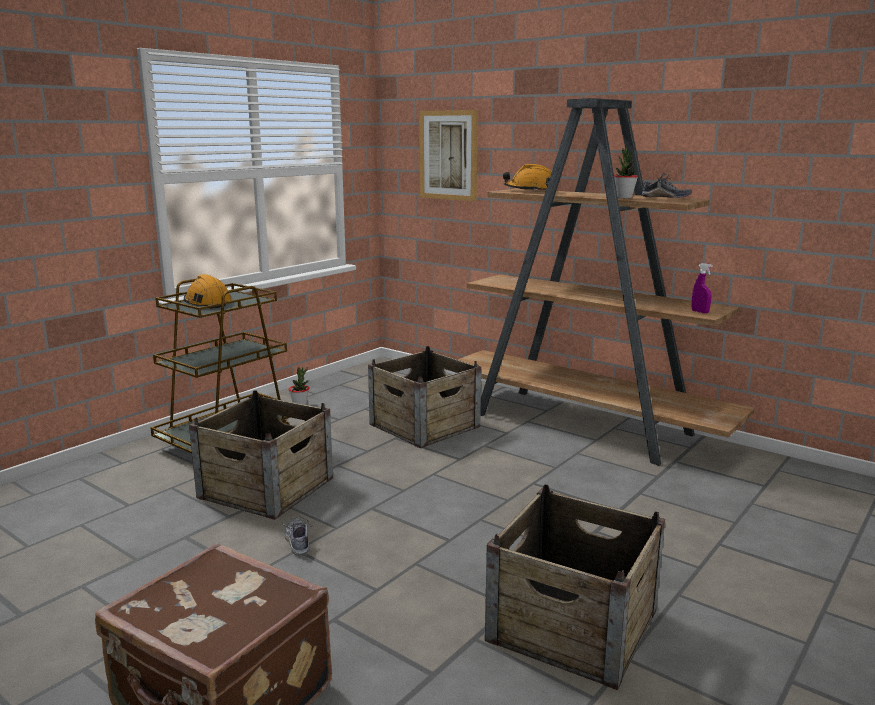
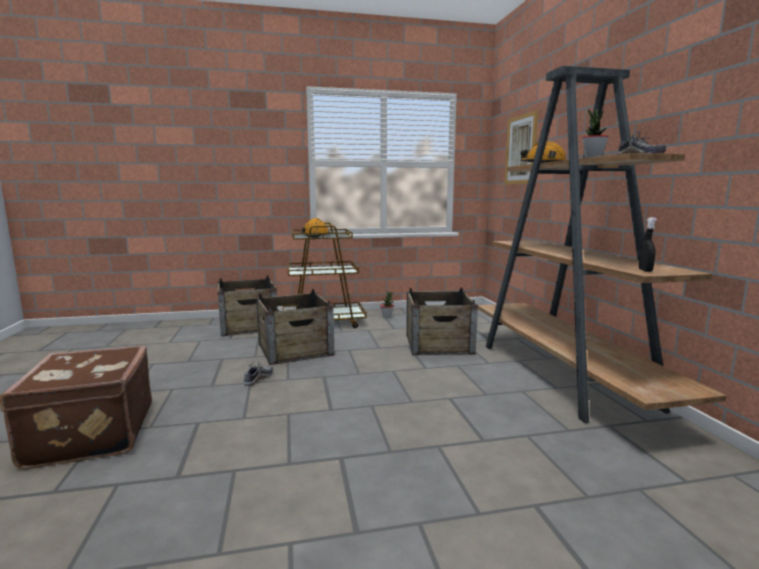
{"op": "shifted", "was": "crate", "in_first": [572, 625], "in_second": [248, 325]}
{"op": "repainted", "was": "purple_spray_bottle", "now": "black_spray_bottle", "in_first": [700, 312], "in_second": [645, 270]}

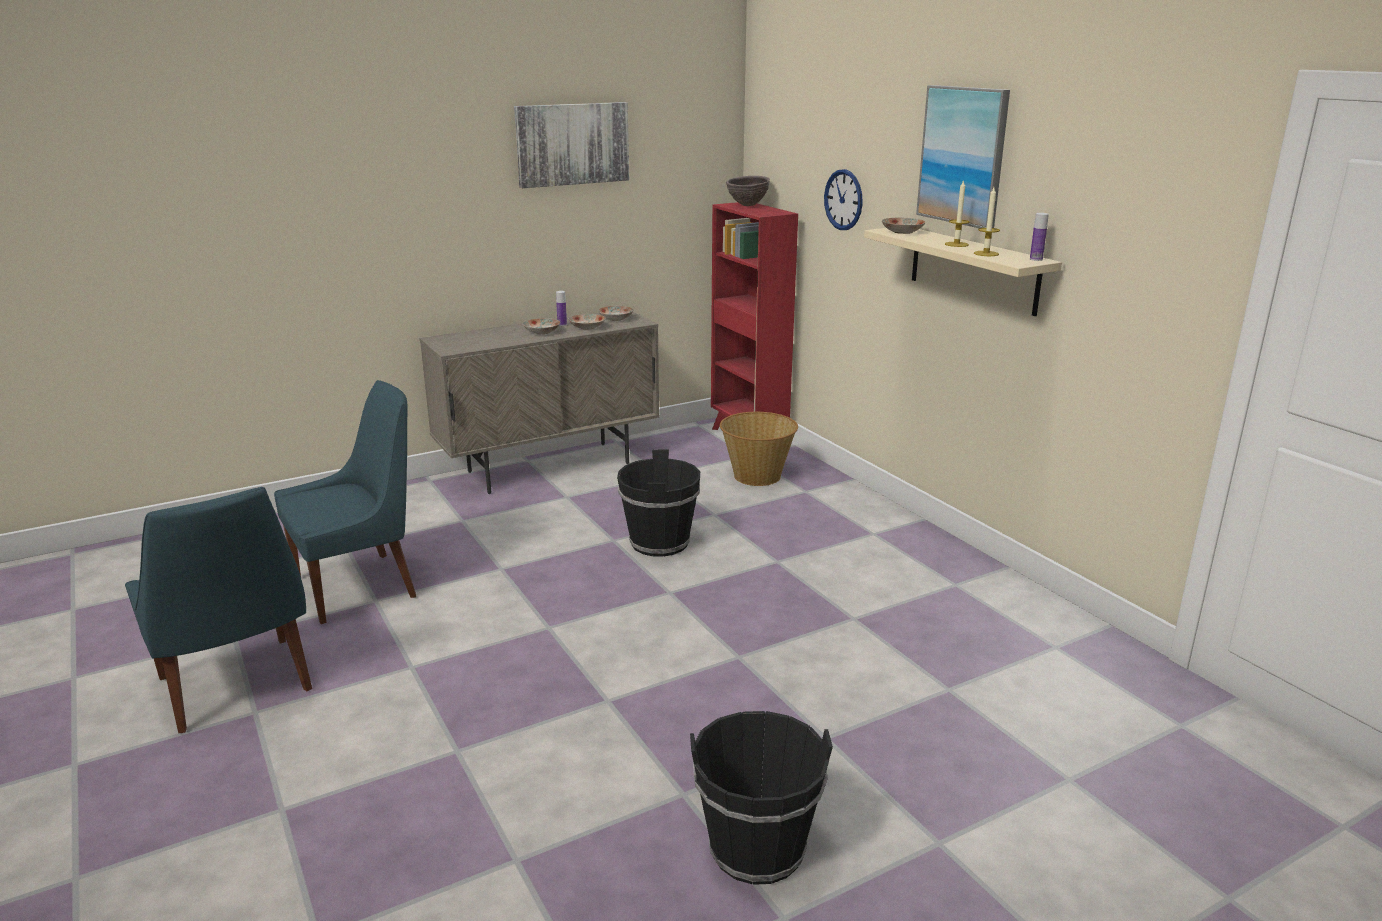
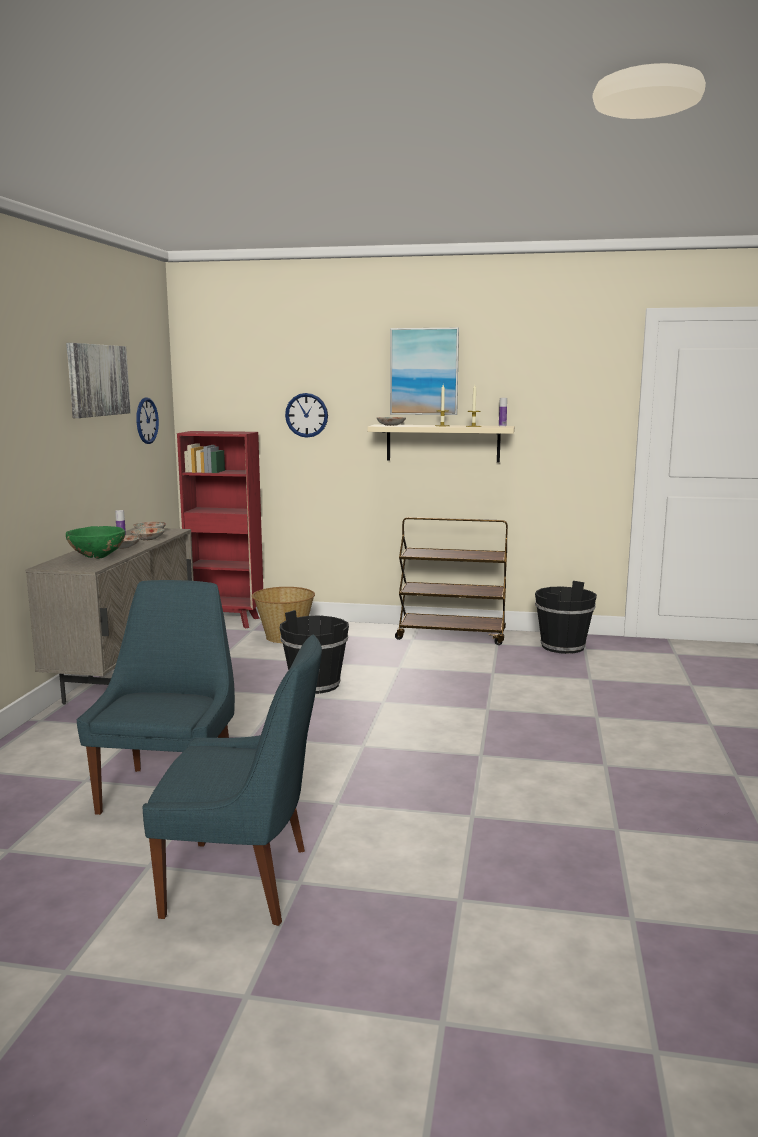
{"op": "new", "now": "green_bowl", "in_second": [97, 557]}
{"op": "new", "now": "wall_clock", "in_second": [146, 420]}
{"op": "new", "now": "brown_cart", "in_second": [452, 635]}
{"op": "shifted", "was": "black_bucket", "in_first": [756, 850], "in_second": [563, 647]}
{"op": "gone", "was": "brown_bowl", "in_first": [747, 205]}

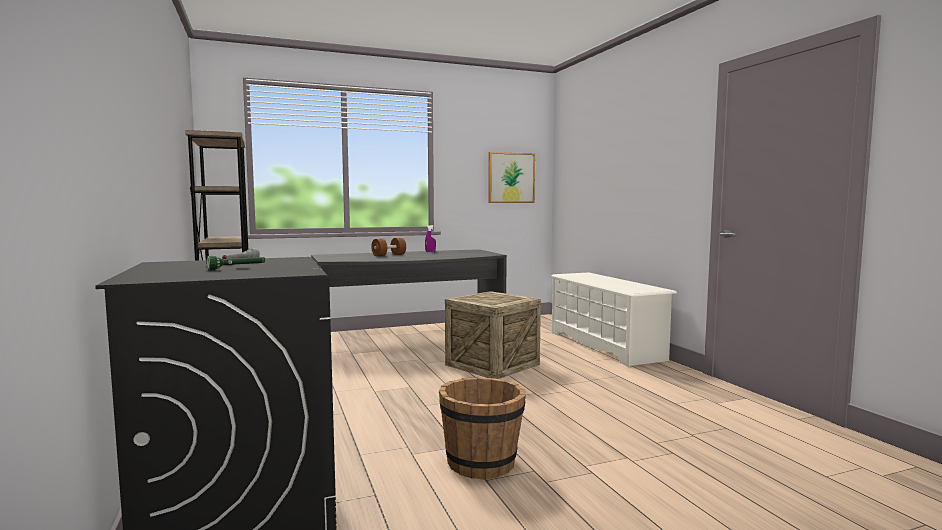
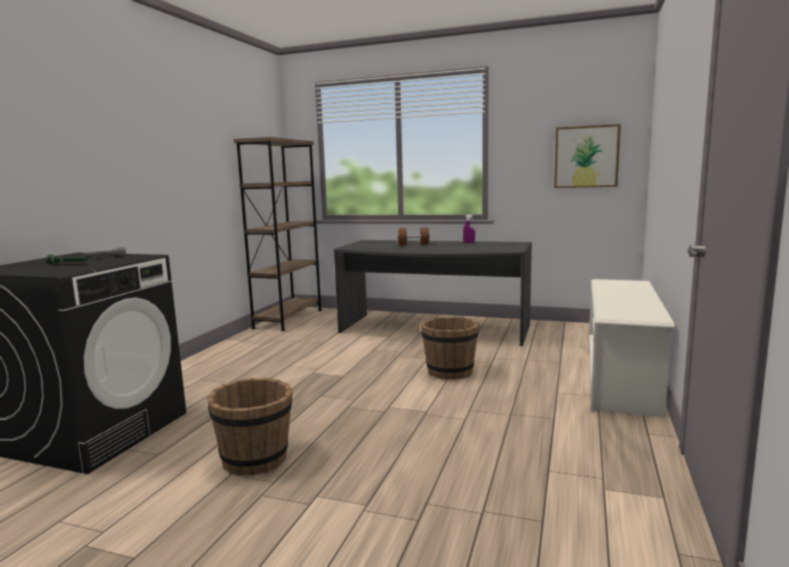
{"op": "swapped", "was": "crate", "now": "brown_bucket", "in_first": [492, 365], "in_second": [450, 372]}

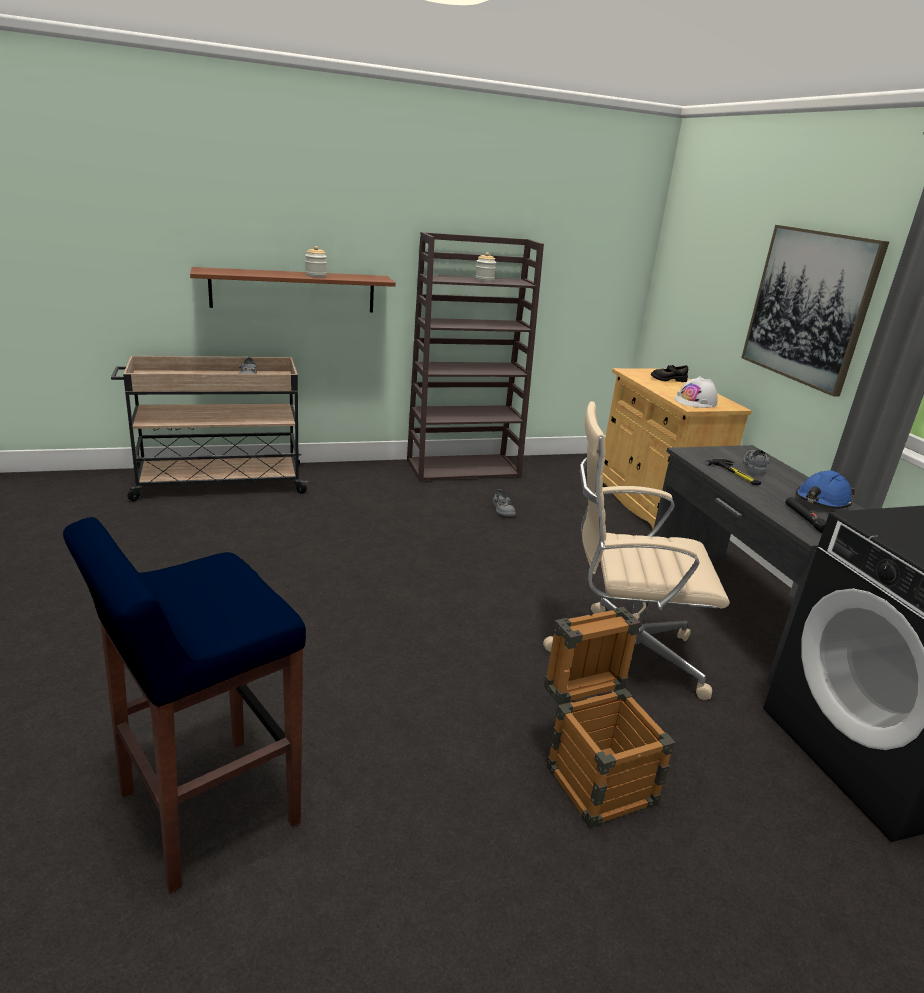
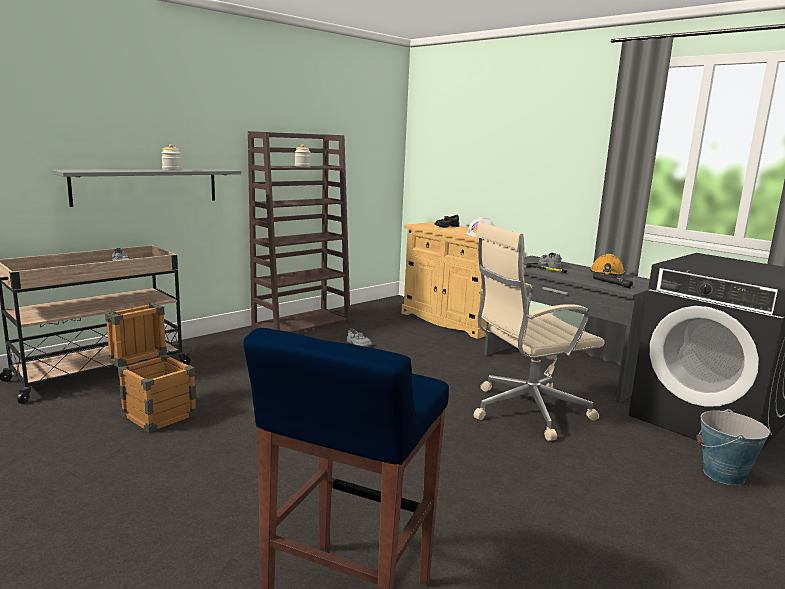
{"op": "repainted", "was": "brown_shelf", "now": "grey_shelf", "in_first": [293, 290], "in_second": [146, 186]}
{"op": "shifted", "was": "crate", "in_first": [593, 774], "in_second": [155, 412]}
{"op": "repainted", "was": "blue_hard_hat", "now": "orange_hard_hat", "in_first": [821, 501], "in_second": [606, 275]}
{"op": "new", "now": "bucket", "in_second": [723, 474]}
{"op": "gone", "was": "picture", "in_first": [809, 307]}

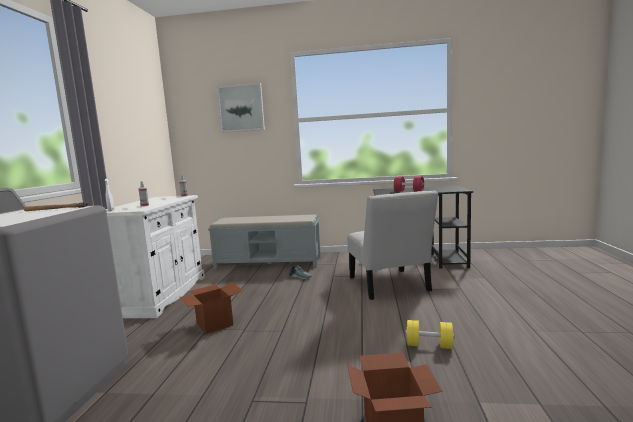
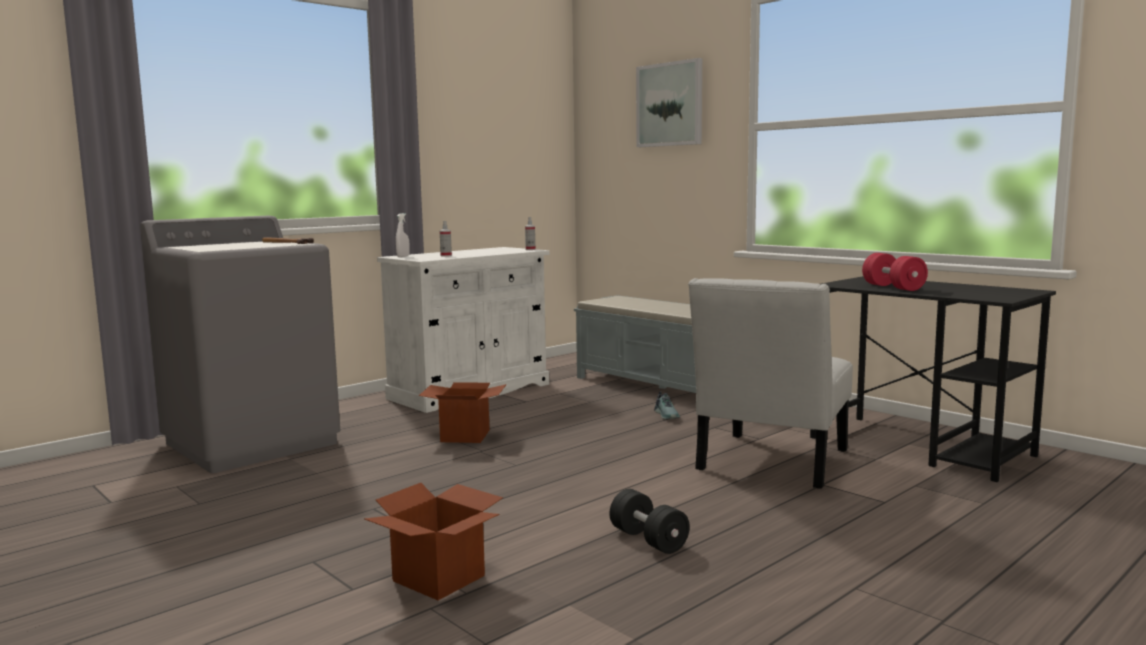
{"op": "repainted", "was": "yellow_dumbbell", "now": "black_dumbbell", "in_first": [429, 345], "in_second": [648, 540]}

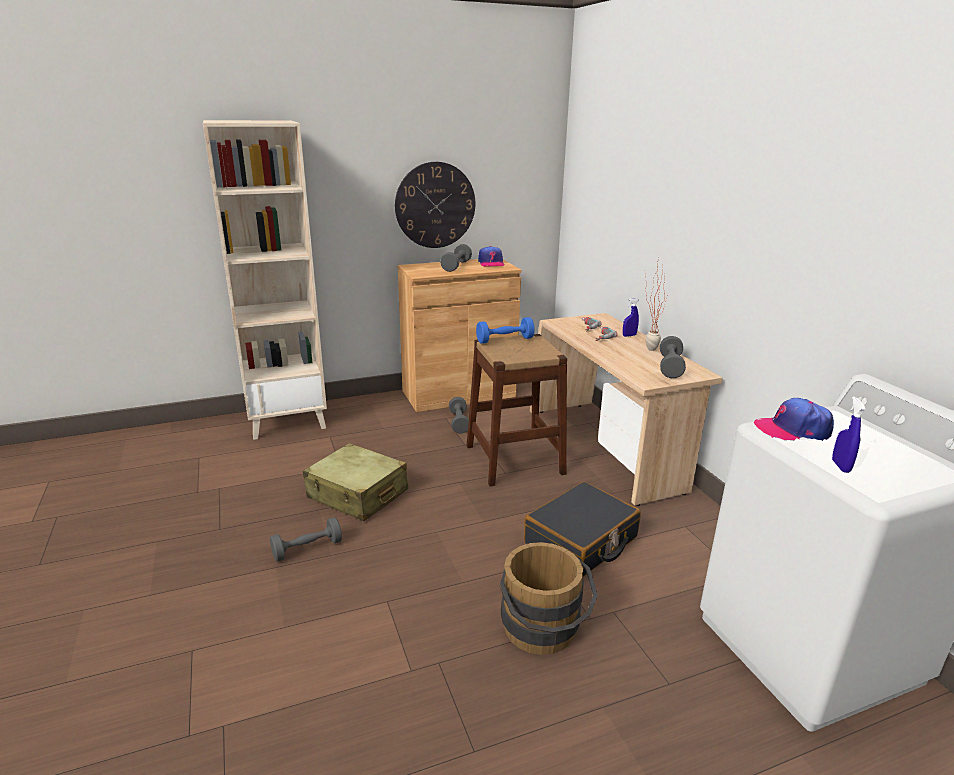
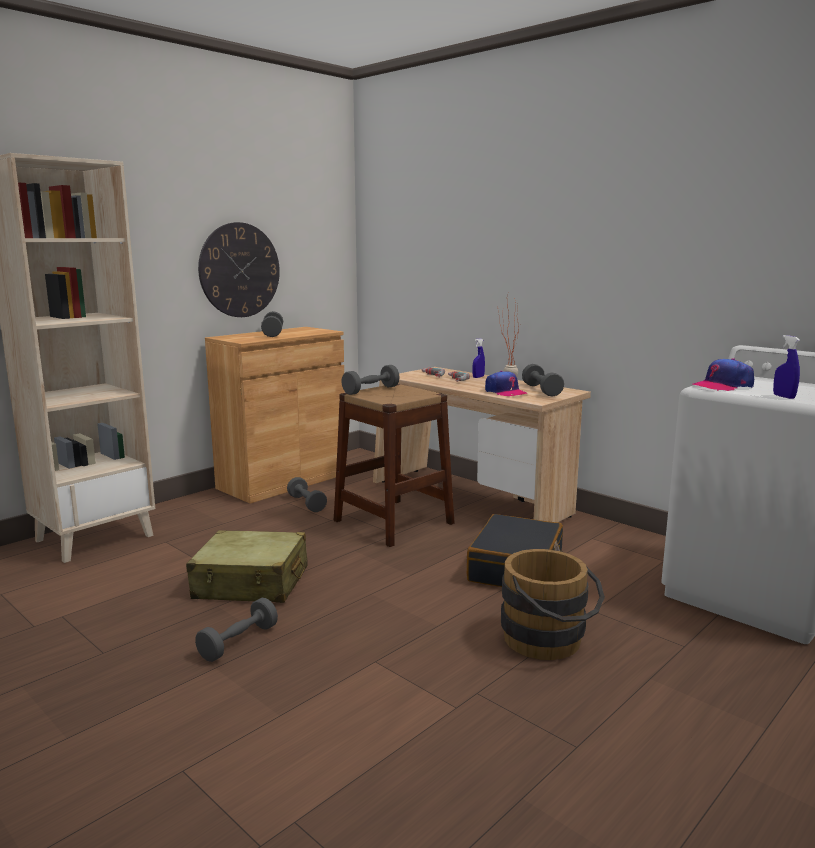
{"op": "repainted", "was": "blue_dumbbell", "now": "grey_dumbbell", "in_first": [505, 340], "in_second": [371, 390]}
{"op": "shifted", "was": "cap", "in_first": [491, 263], "in_second": [505, 392]}

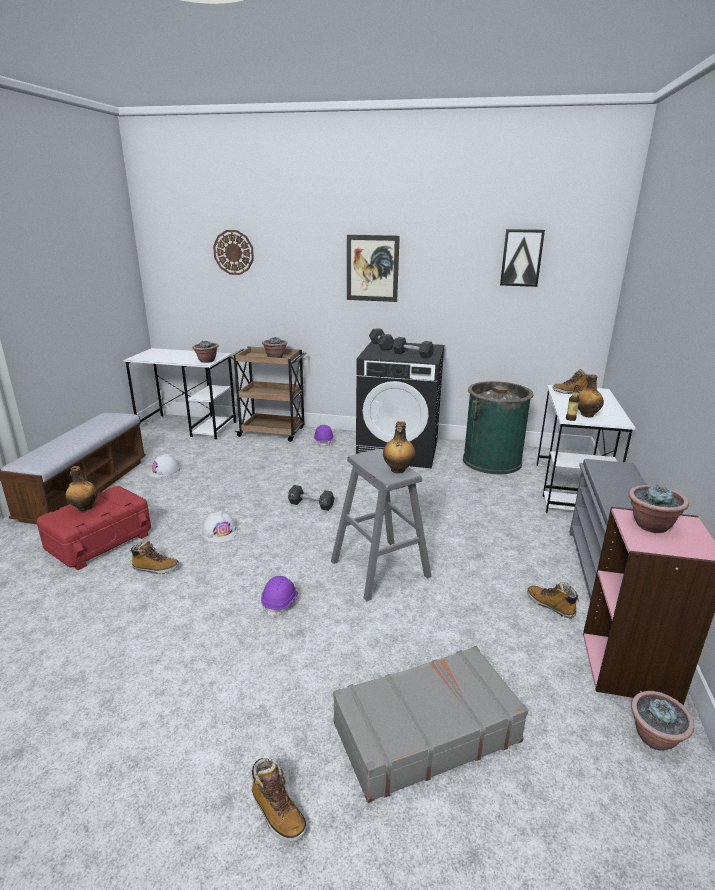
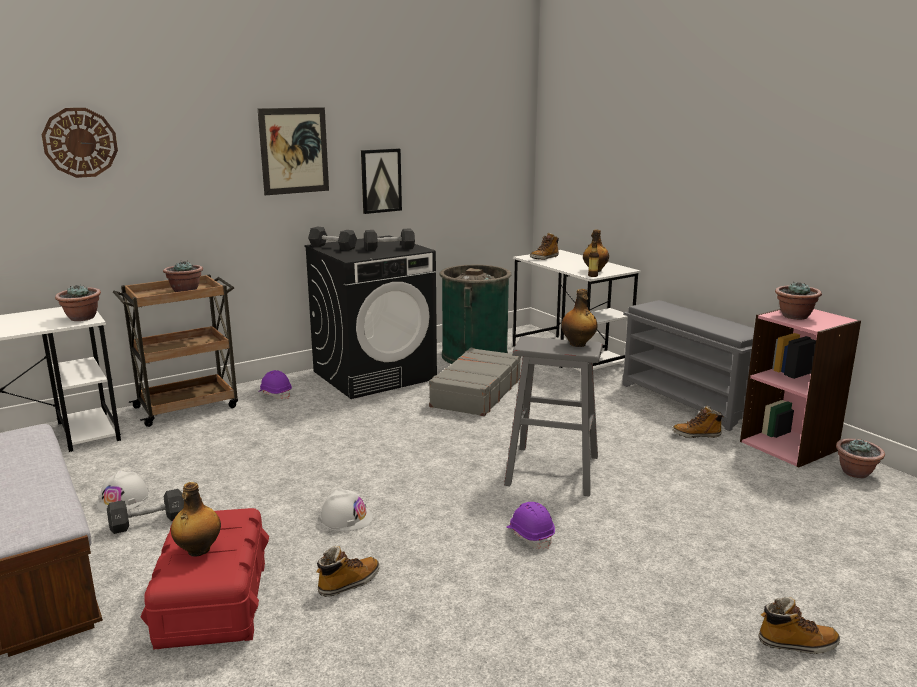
{"op": "shifted", "was": "black_dumbbell", "in_first": [311, 505], "in_second": [148, 522]}
{"op": "shifted", "was": "picture", "in_first": [521, 258], "in_second": [381, 180]}
{"op": "shifted", "was": "grey_suitcase", "in_first": [425, 731], "in_second": [475, 393]}

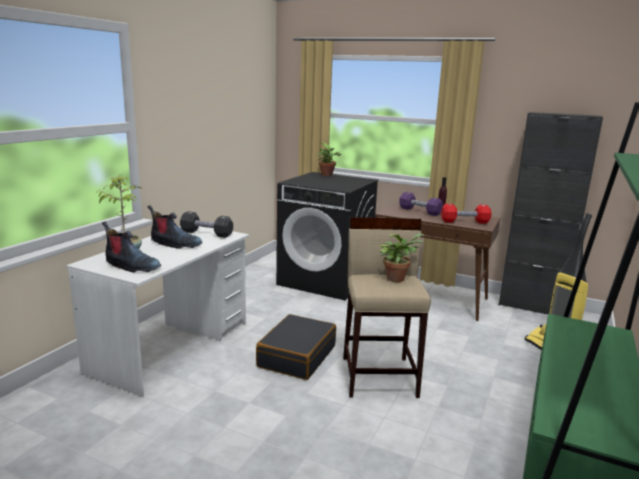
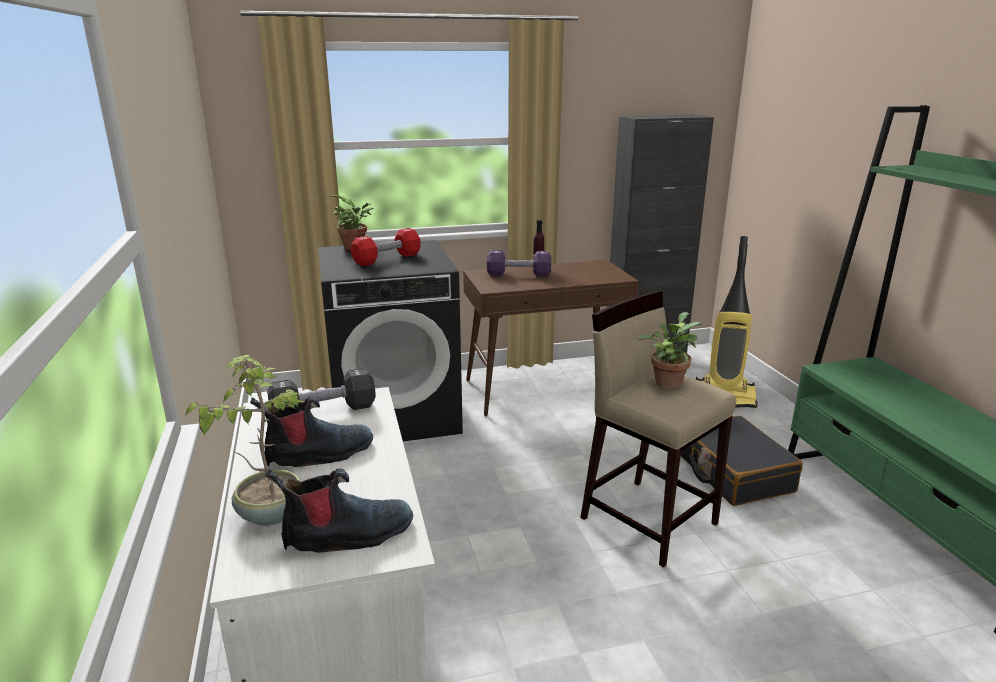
{"op": "shifted", "was": "red_dumbbell", "in_first": [464, 222], "in_second": [387, 259]}
{"op": "shifted", "was": "black_suitcase", "in_first": [296, 356], "in_second": [733, 473]}

